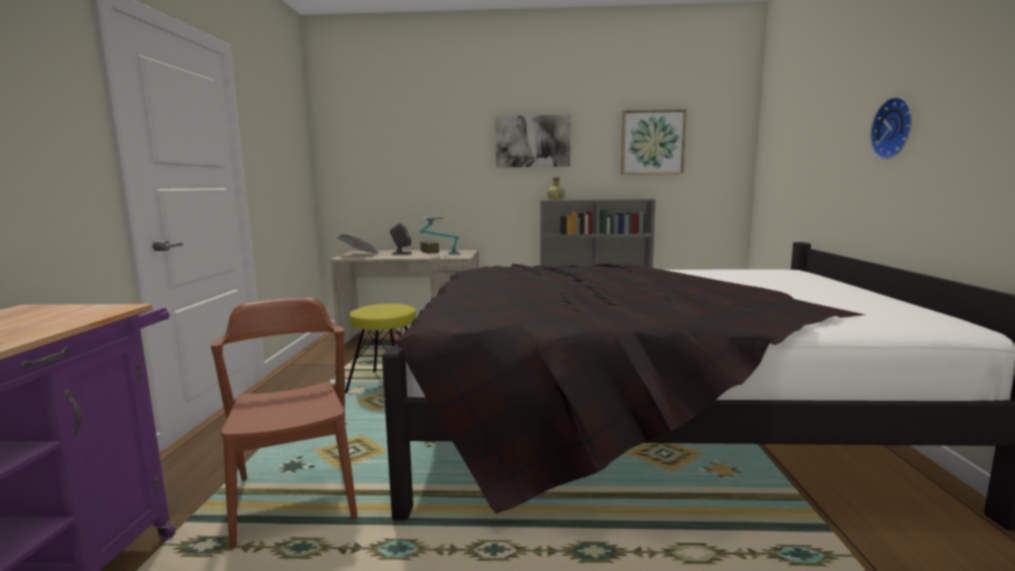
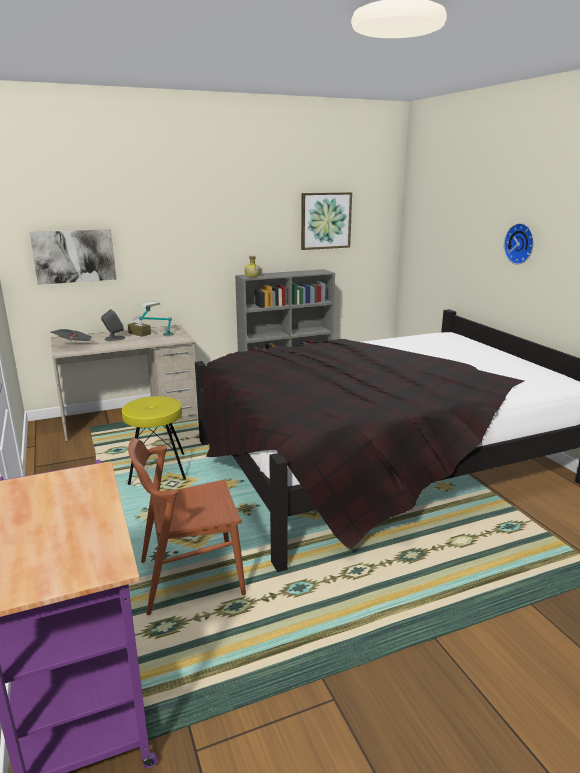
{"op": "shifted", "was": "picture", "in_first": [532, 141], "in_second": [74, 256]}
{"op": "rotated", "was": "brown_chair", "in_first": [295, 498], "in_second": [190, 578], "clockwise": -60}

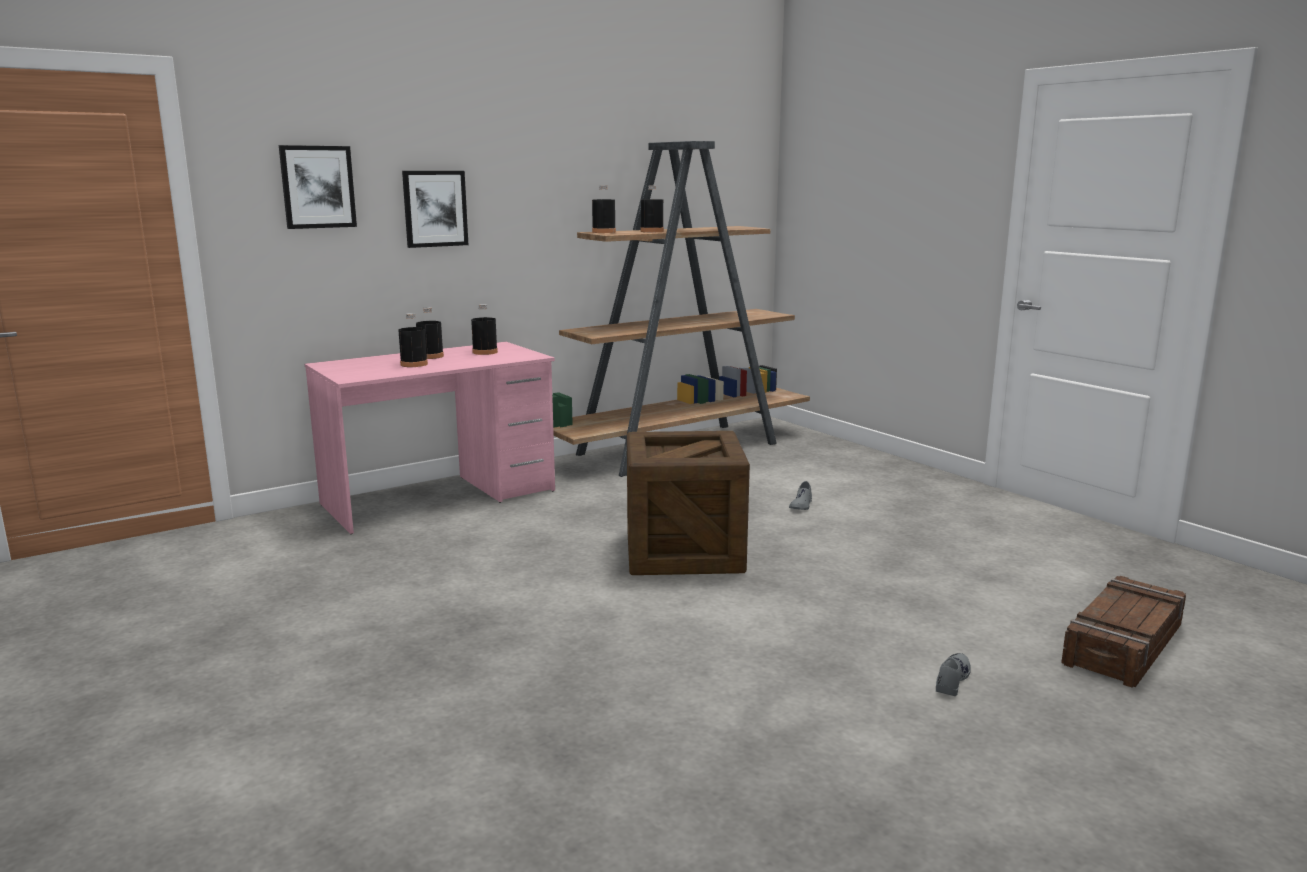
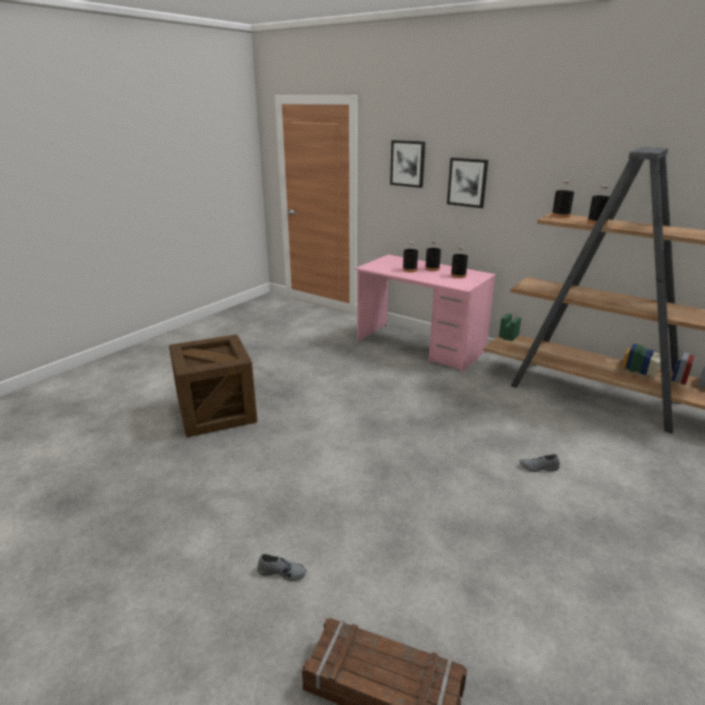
{"op": "shifted", "was": "crate", "in_first": [683, 552], "in_second": [217, 412]}

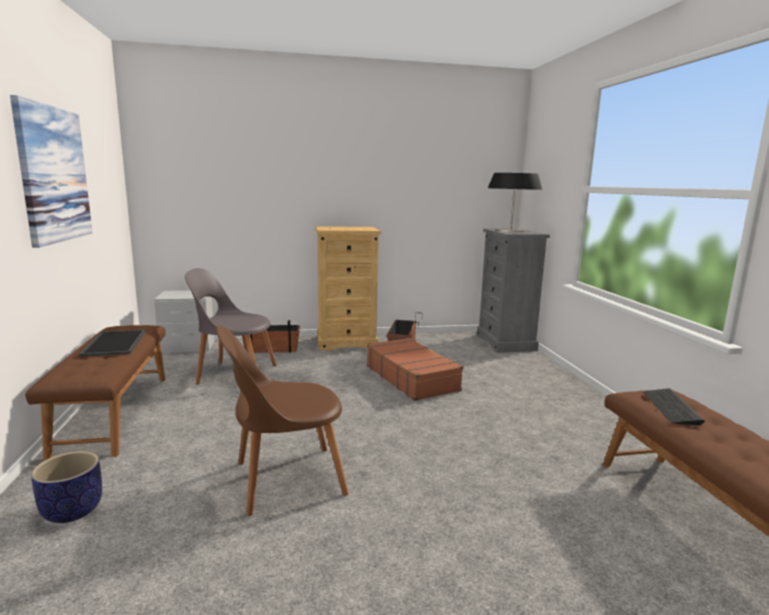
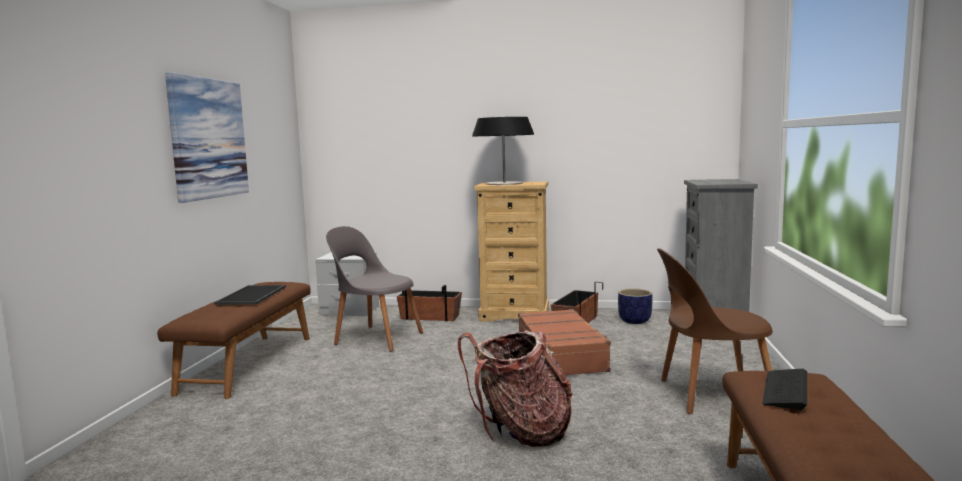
{"op": "new", "now": "backpack", "in_second": [520, 433]}
{"op": "shifted", "was": "table_lamp", "in_first": [511, 230], "in_second": [504, 183]}
{"op": "shifted", "was": "planter", "in_first": [72, 511], "in_second": [634, 321]}
{"op": "shifted", "was": "brown_chair", "in_first": [284, 479], "in_second": [710, 394]}

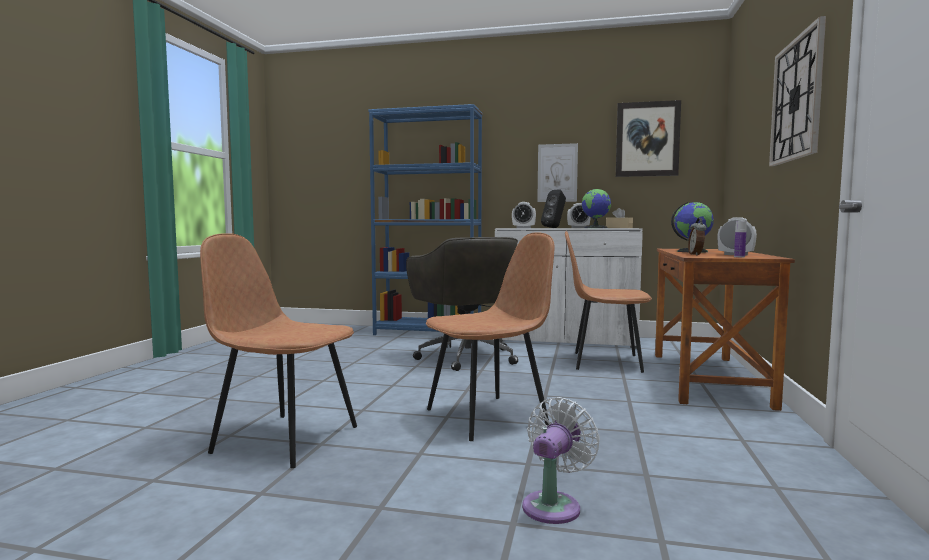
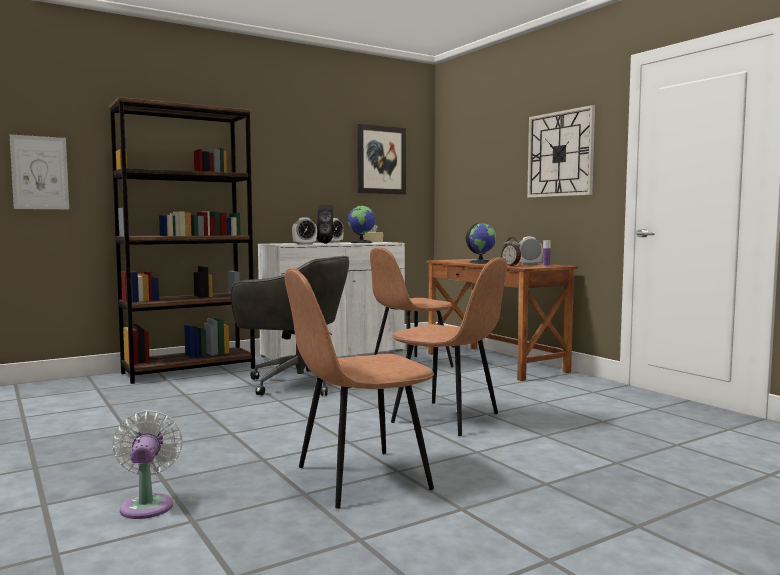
{"op": "shifted", "was": "picture", "in_first": [557, 173], "in_second": [40, 172]}
{"op": "repainted", "was": "blue_bookcase", "now": "brown_bookcase", "in_first": [428, 333], "in_second": [189, 370]}
{"op": "shifted", "was": "white_fan", "in_first": [554, 505], "in_second": [148, 505]}
{"op": "rotated", "was": "brown_chair", "in_first": [489, 417], "in_second": [448, 418], "clockwise": 105}

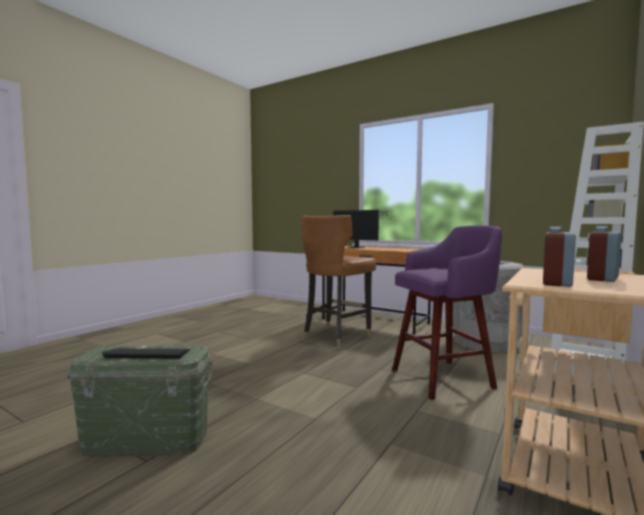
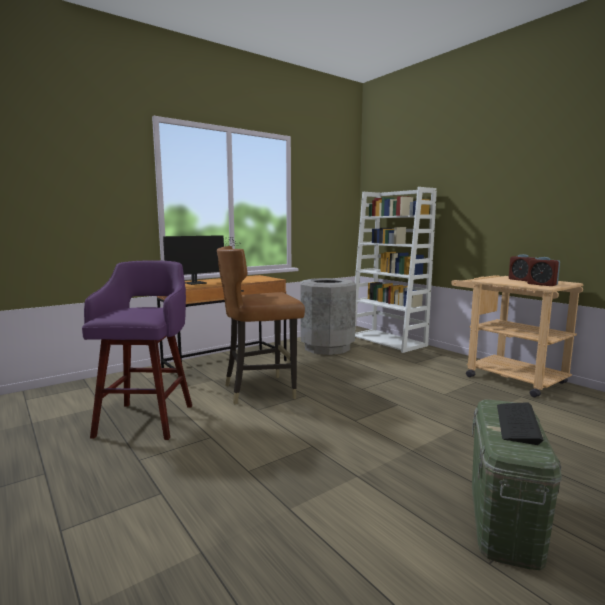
{"op": "shifted", "was": "purple_stool", "in_first": [444, 378], "in_second": [147, 419]}
{"op": "rotated", "was": "brown_chair", "in_first": [335, 337], "in_second": [261, 390], "clockwise": 105}

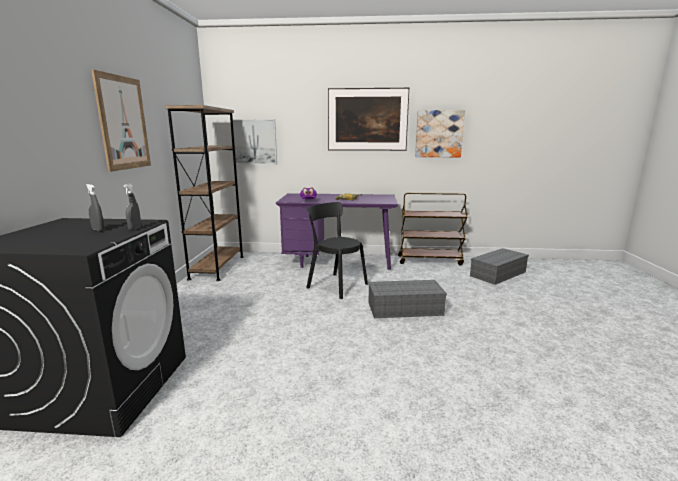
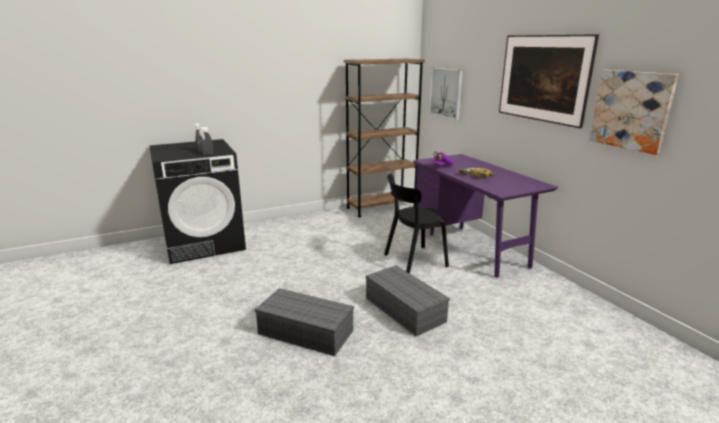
{"op": "shifted", "was": "grey_storage_box", "in_first": [498, 273], "in_second": [307, 332]}
{"op": "rotated", "was": "black_chair", "in_first": [335, 285], "in_second": [412, 261], "clockwise": -120}
{"op": "gone", "was": "picture", "in_first": [123, 123]}
{"op": "gone", "was": "brown_cart", "in_first": [430, 260]}

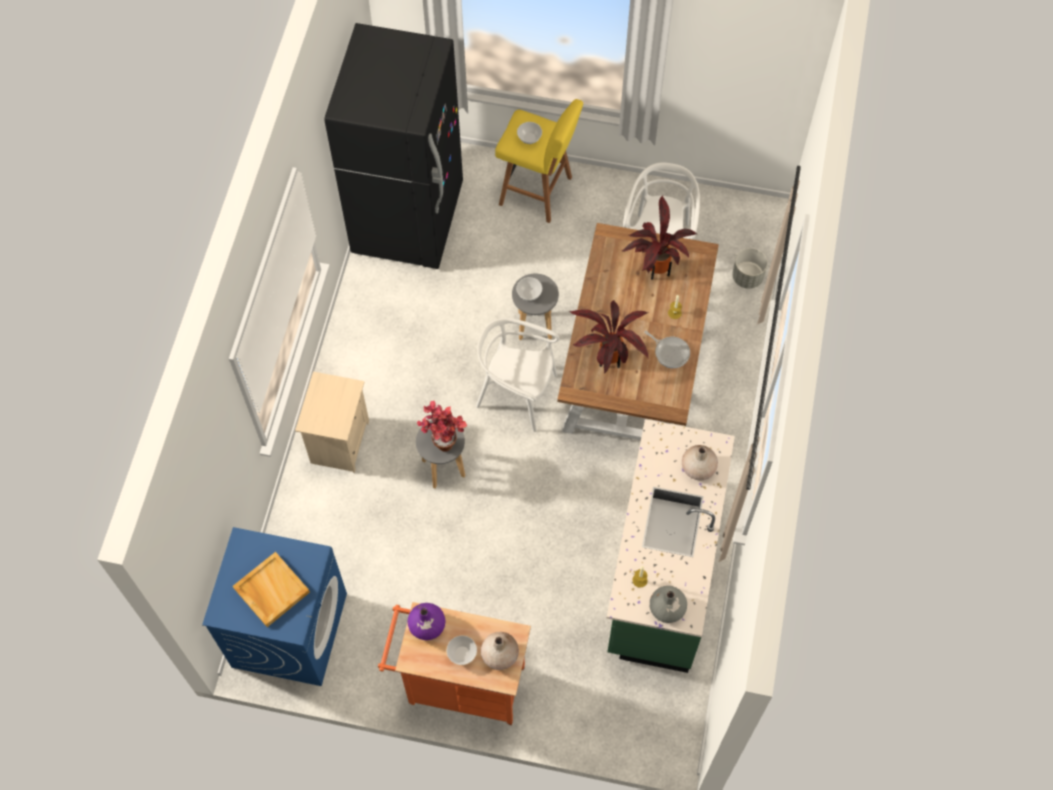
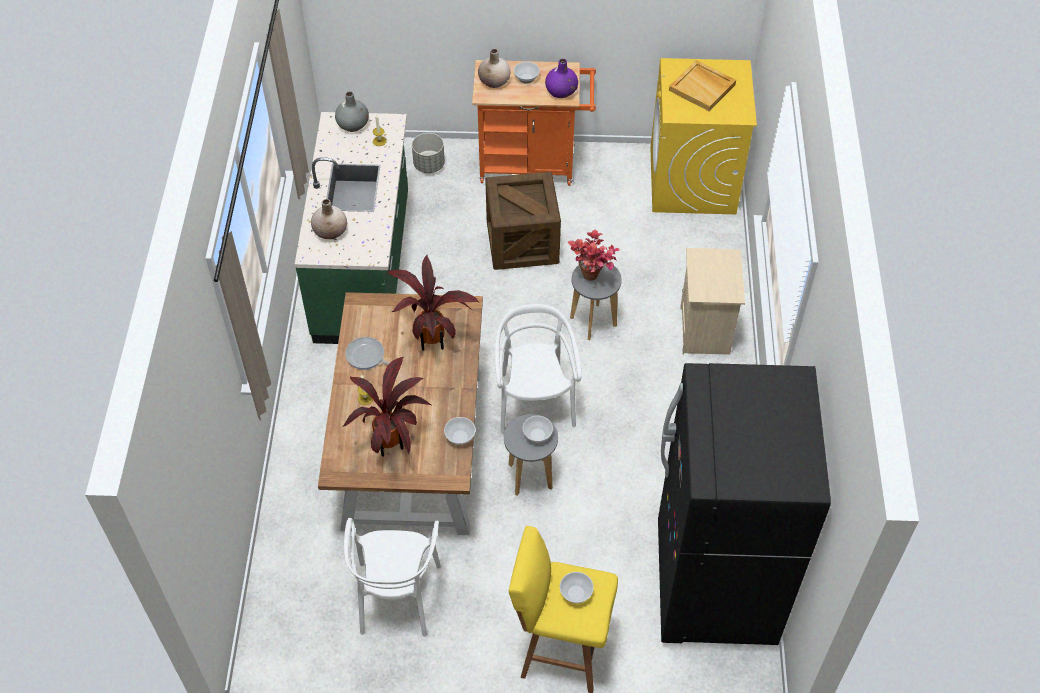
{"op": "shifted", "was": "grey_planter", "in_first": [747, 277], "in_second": [429, 165]}
{"op": "new", "now": "bowl", "in_second": [460, 437]}
{"op": "new", "now": "crate", "in_second": [522, 242]}
{"op": "rotated", "was": "white_chair", "in_first": [517, 394], "in_second": [534, 402], "clockwise": -105}
{"op": "repainted", "was": "blue_washing_machine", "now": "yellow_washing_machine", "in_first": [289, 629], "in_second": [693, 181]}

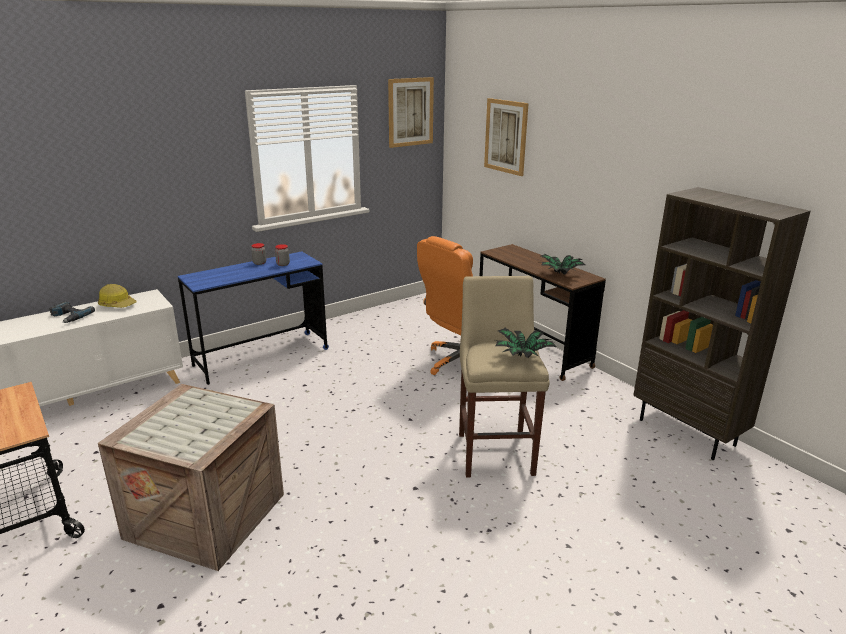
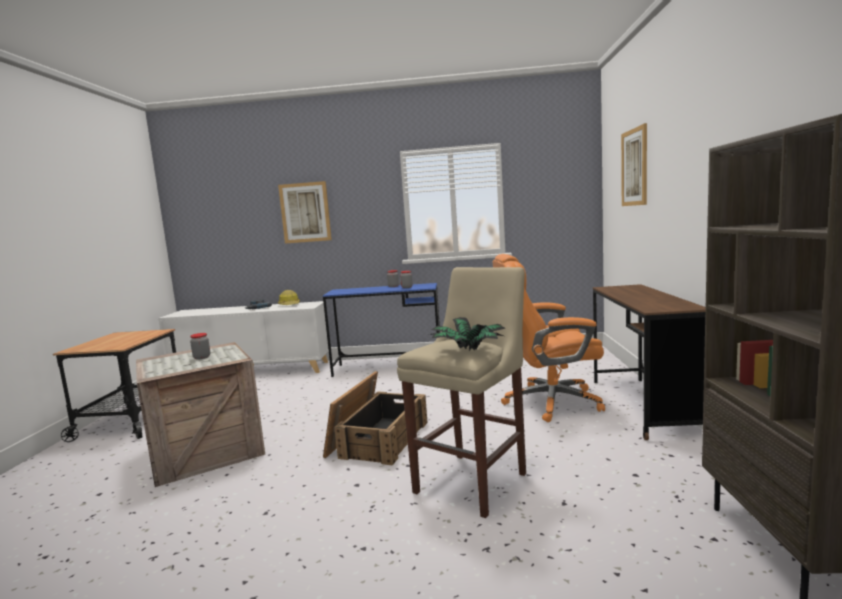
{"op": "new", "now": "jar", "in_second": [202, 357]}
{"op": "shifted", "was": "picture", "in_first": [410, 112], "in_second": [305, 212]}
{"op": "new", "now": "crate", "in_second": [377, 438]}
{"op": "gone", "was": "potted_plant", "in_first": [559, 274]}

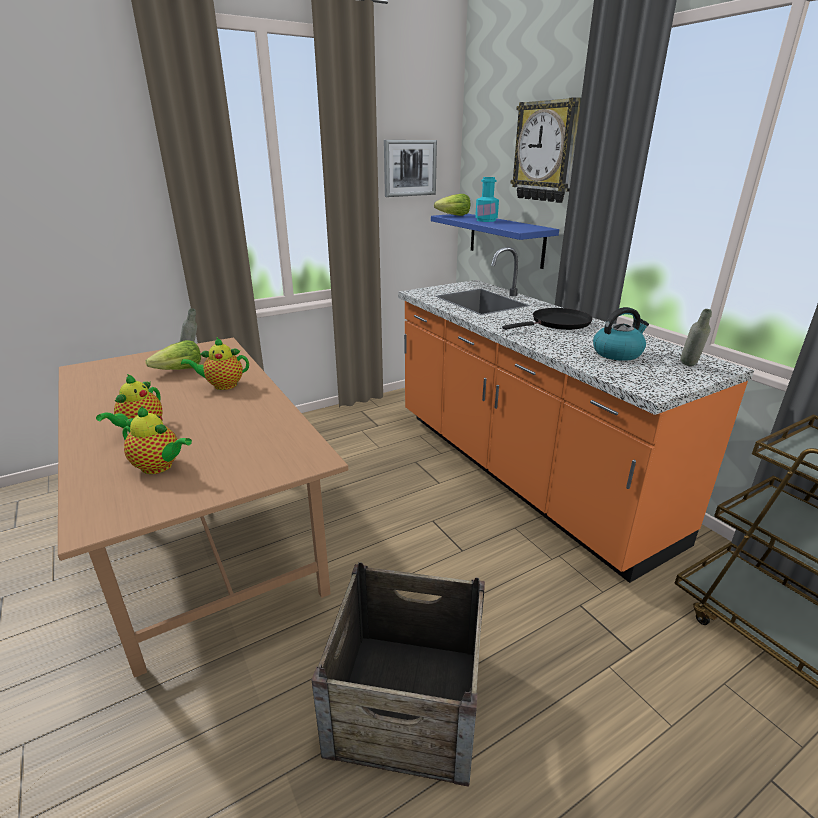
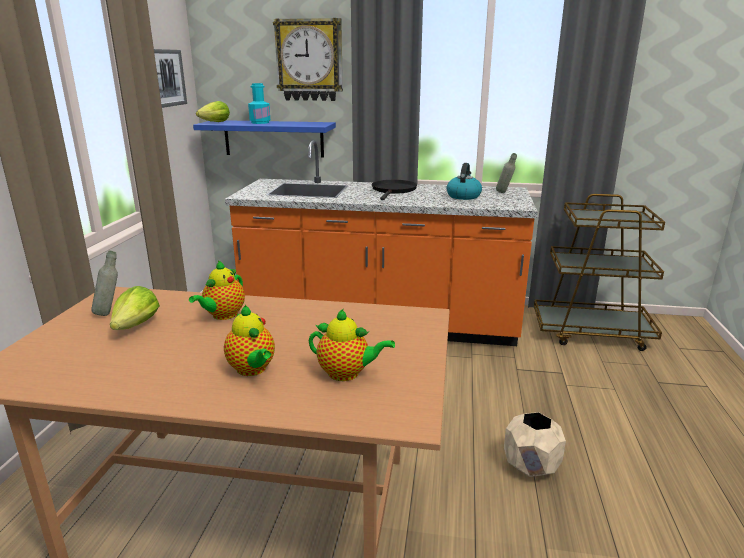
{"op": "rotated", "was": "teapot", "in_first": [160, 467], "in_second": [347, 373], "clockwise": 45}
{"op": "swapped", "was": "crate", "now": "beige_planter", "in_first": [407, 702], "in_second": [531, 467]}

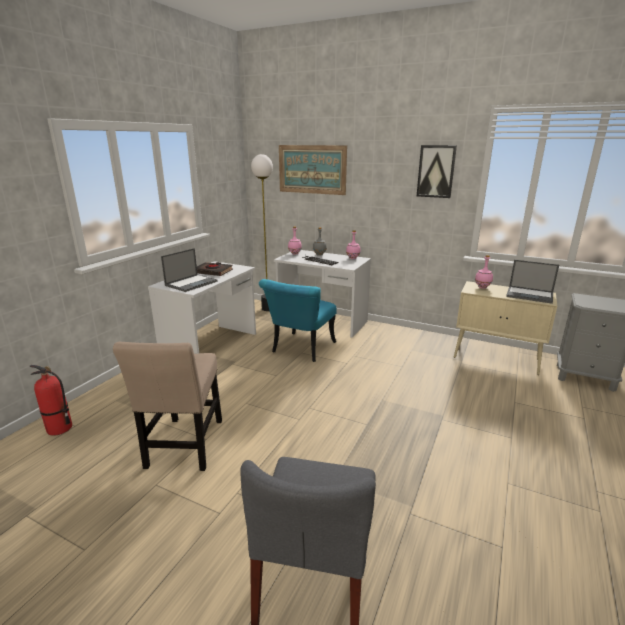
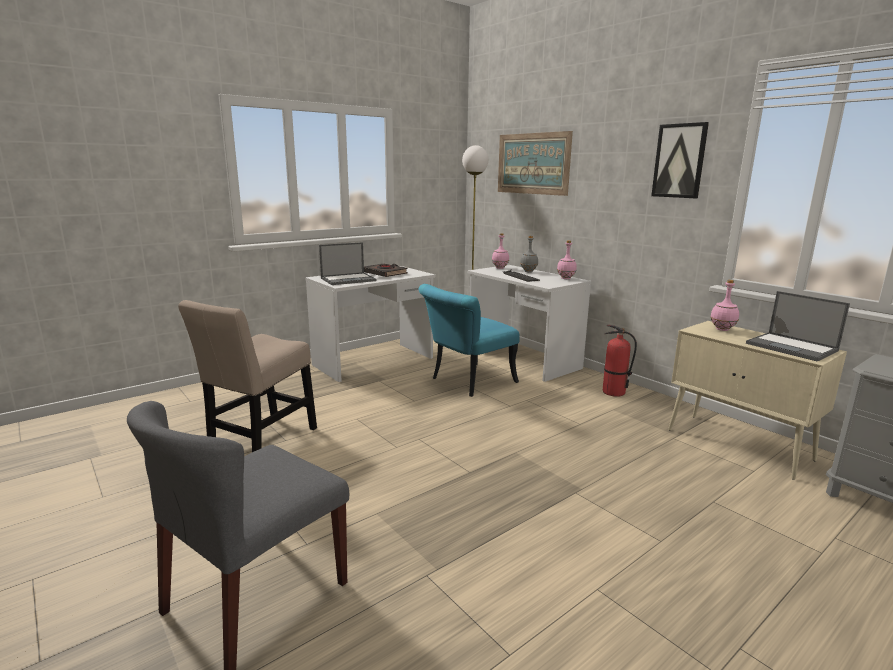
{"op": "shifted", "was": "fire_extinguisher", "in_first": [59, 429], "in_second": [613, 392]}

